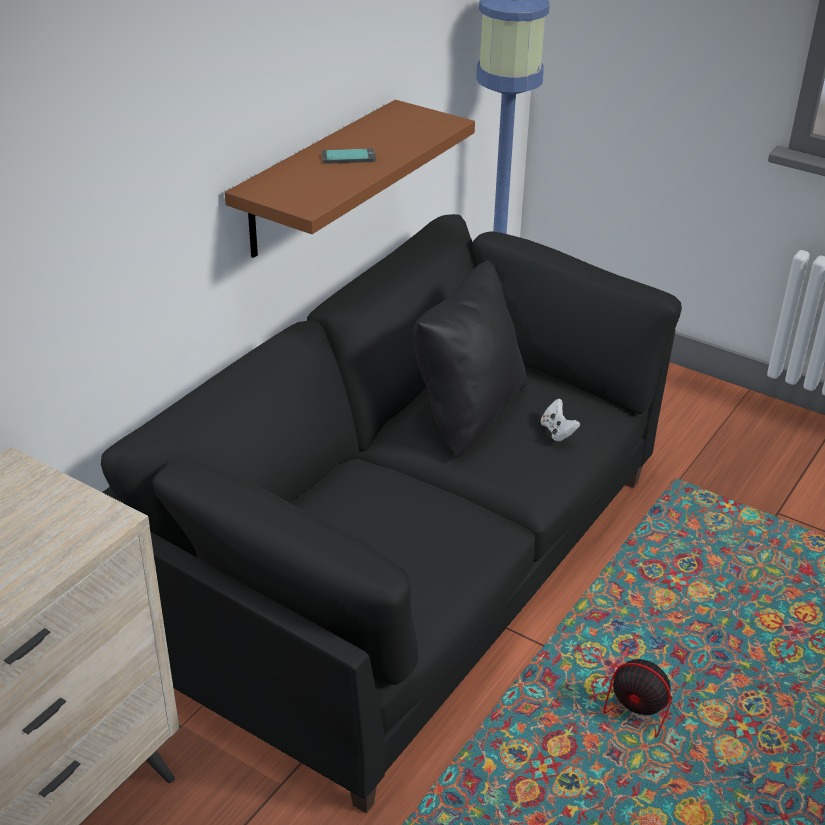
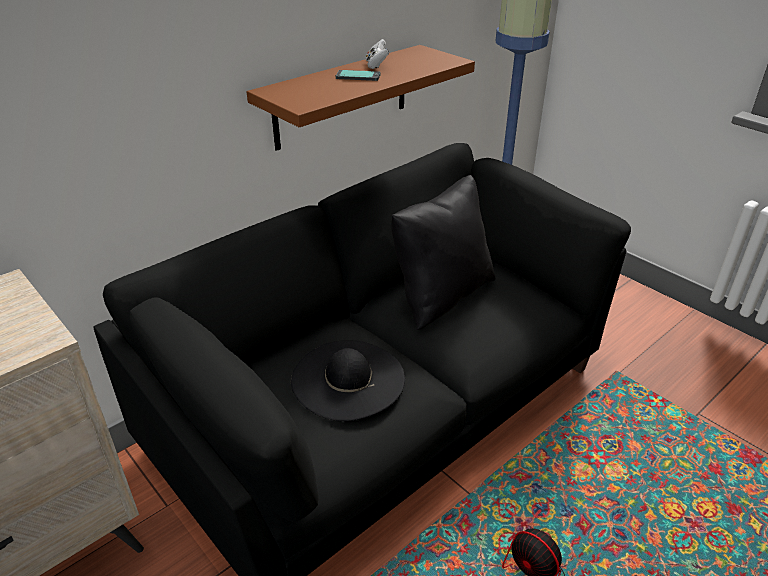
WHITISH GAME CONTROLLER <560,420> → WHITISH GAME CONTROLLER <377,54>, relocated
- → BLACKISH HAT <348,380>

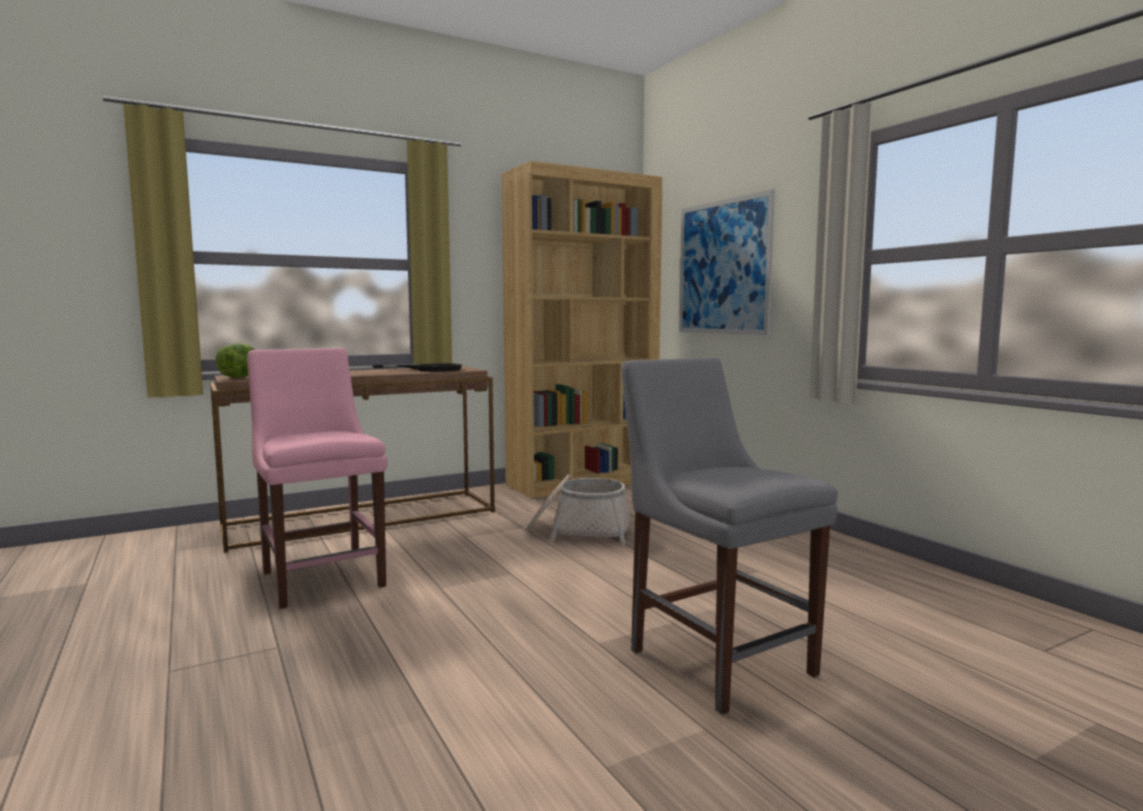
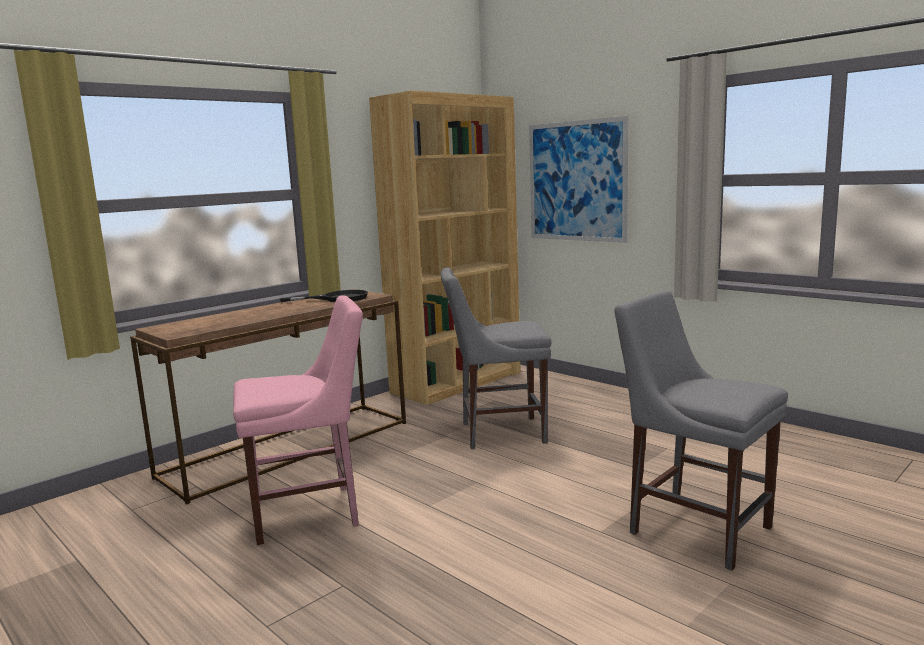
LETTUCE HEAD <235,360> → -
PINK-COLOURED UPRIGHT CHAIR <317,478> → PINK-COLOURED UPRIGHT CHAIR <298,420>, 120 degrees clockwise
BASKET <579,510> → GREY UPRIGHT CHAIR <496,358>

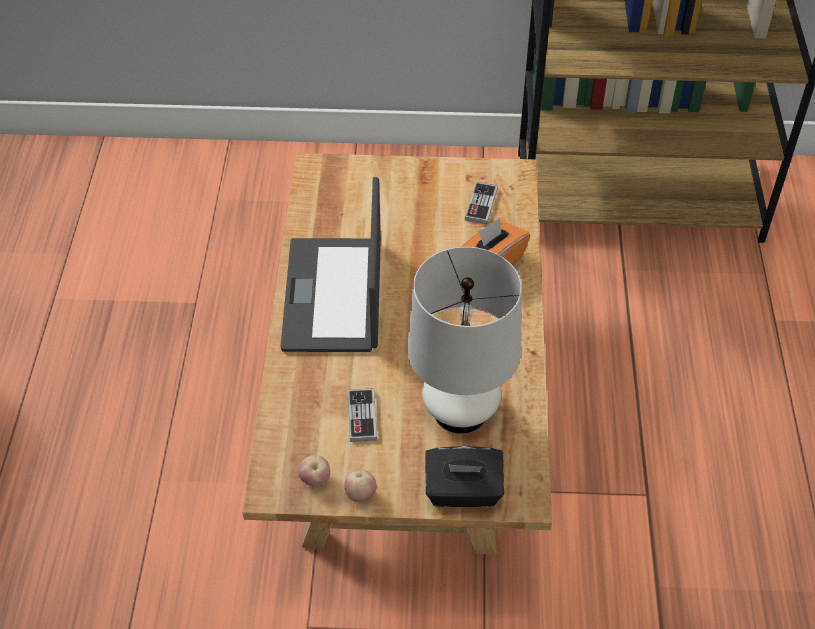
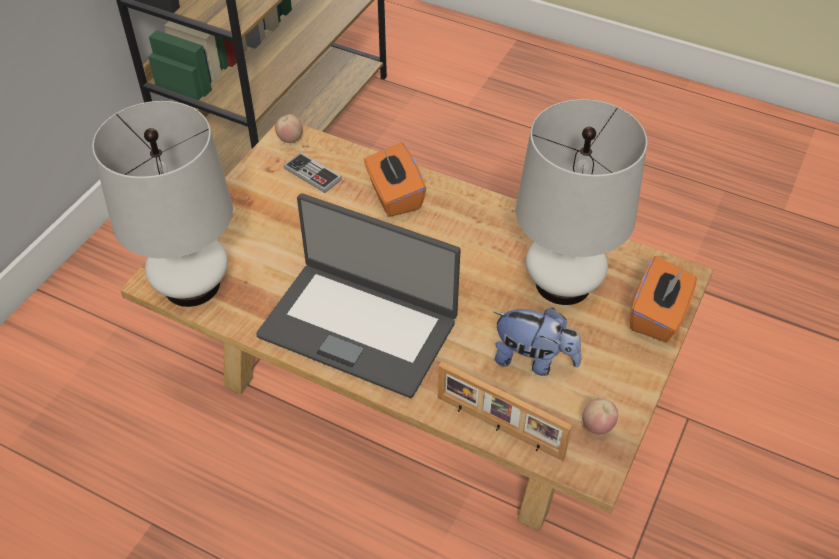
GAME CONTROLLER <362,415> → CUDDLY TOY <538,342>
BLACKISH BOX OF TISSUES <464,476> → ORANGE-COLOURED BOX OF TISSUES <663,299>
WHOLE APPLE <360,485> → WHOLE APPLE <289,128>, relocated
- → WHITISH TABLETOP LAMP <162,204>
- → STANDING FRAME <505,411>

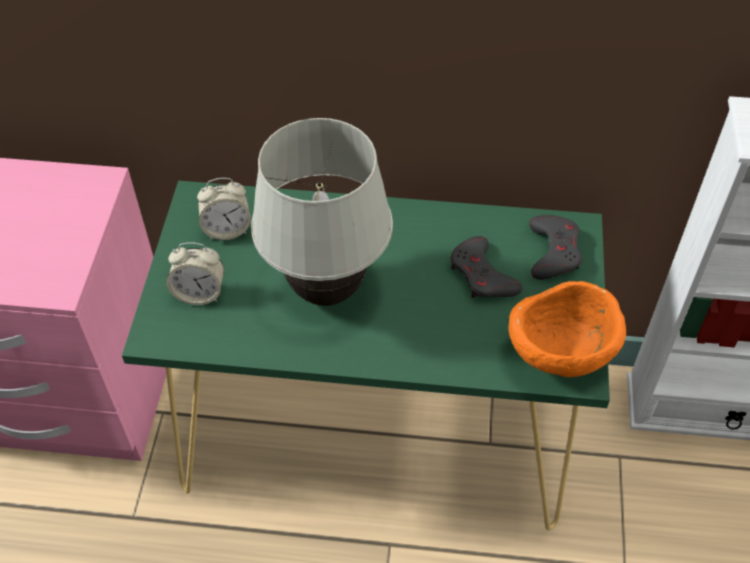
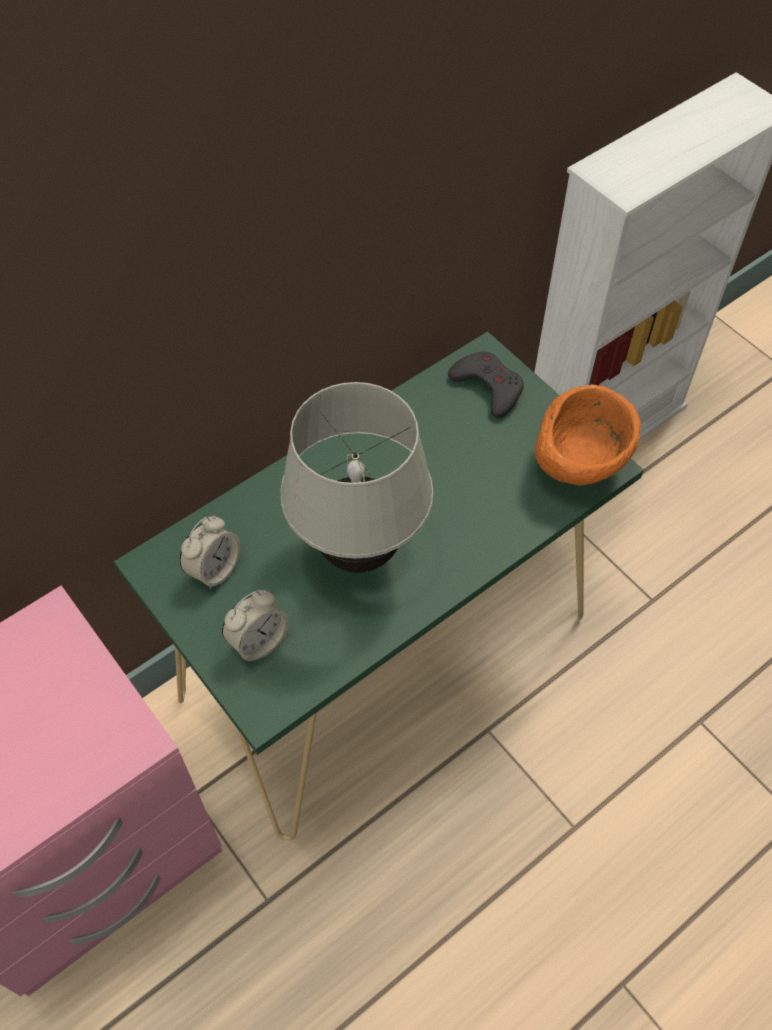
GREY GAME CONTROLLER <486,267> → -

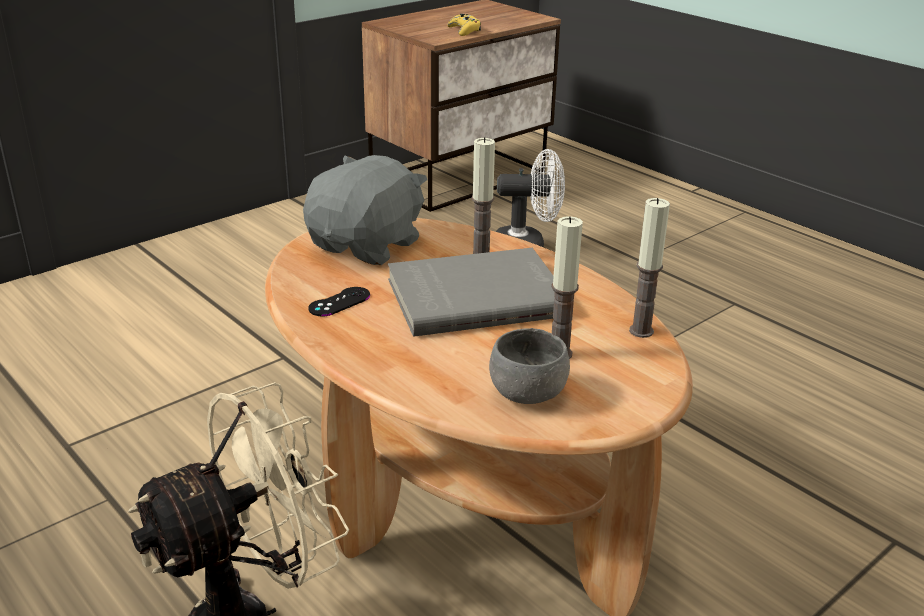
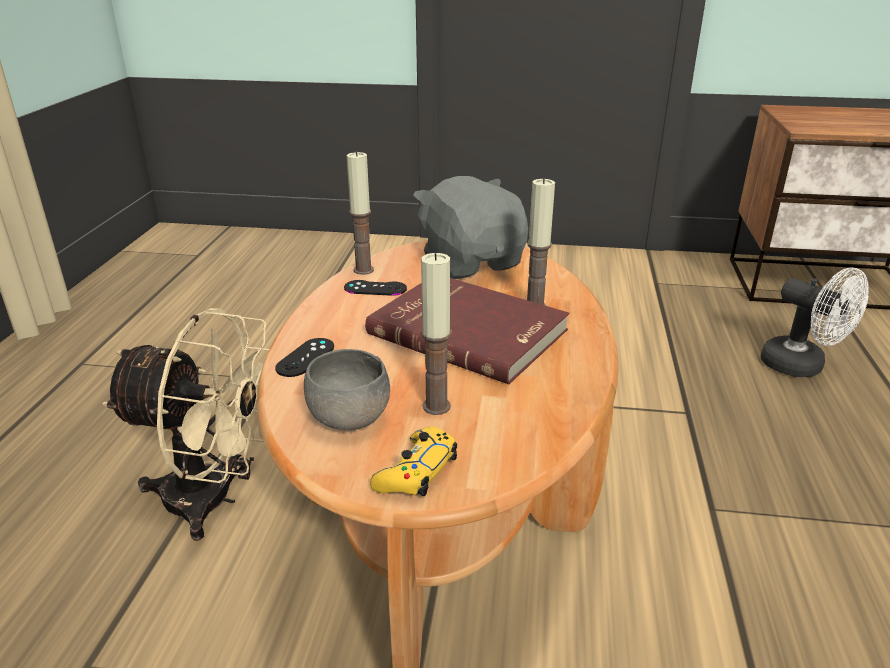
YELLOW GAME CONTROLLER <464,25> → YELLOW GAME CONTROLLER <413,461>, relocated
GREY CUDDLY TOY <365,210> → GREY CUDDLY TOY <470,227>, 105 degrees counterclockwise
CANDLE <649,268> → CANDLE <360,213>, relocated
GREY VOLUME <471,292> → REDDISH VOLUME <467,331>
- → BLACKISH GAME CONTROLLER <304,357>

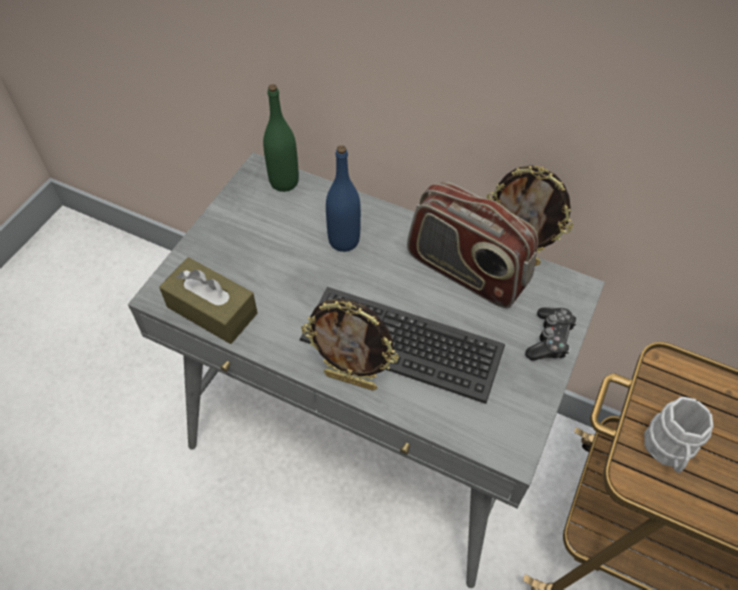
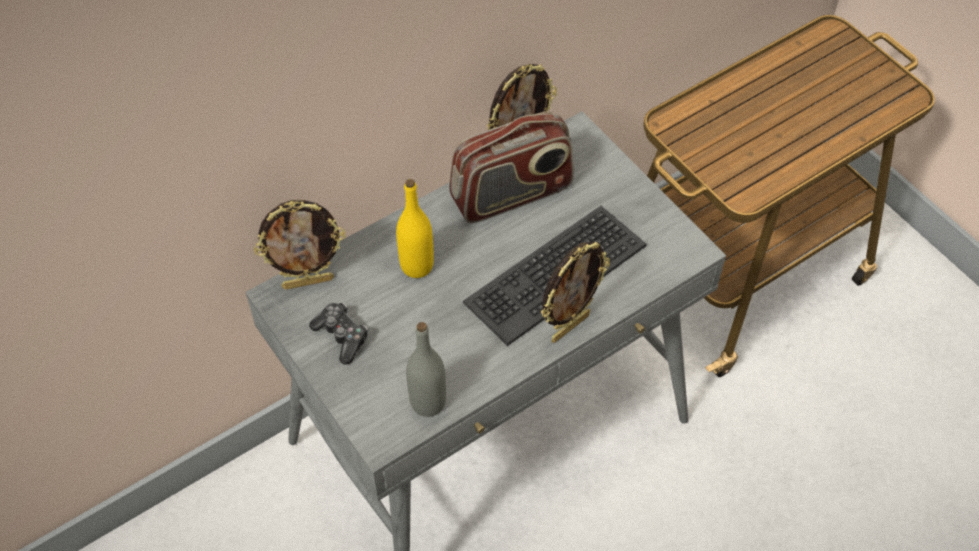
GREENISH DRINK BOTTLE <281,138> → STANDING FRAME <300,245>
BLUISH DRINK BOTTLE <343,199> → YELLOW DRINK BOTTLE <415,228>
BROWN BOX OF TISSUES <208,300> → GREY DRINK BOTTLE <426,369>
GAME CONTROLLER <551,334> → GAME CONTROLLER <338,334>, relocated
WHITISH MUG <678,435> → -

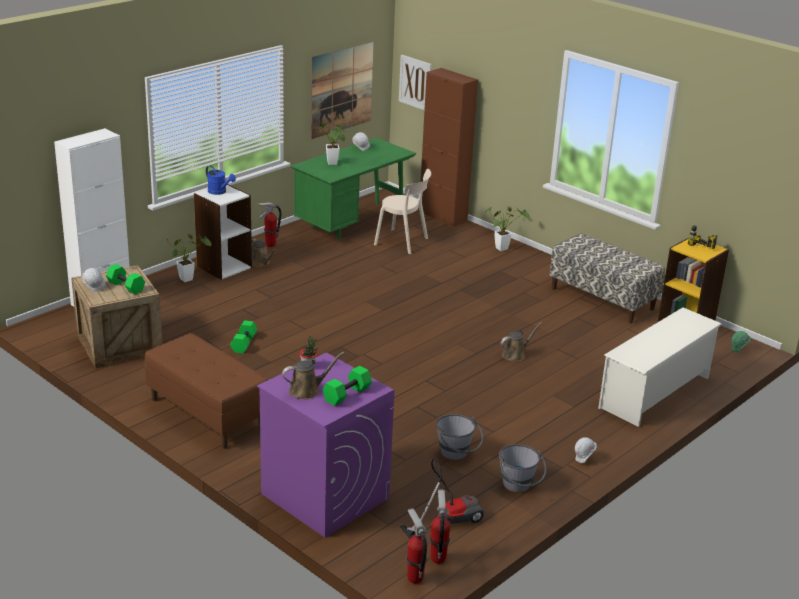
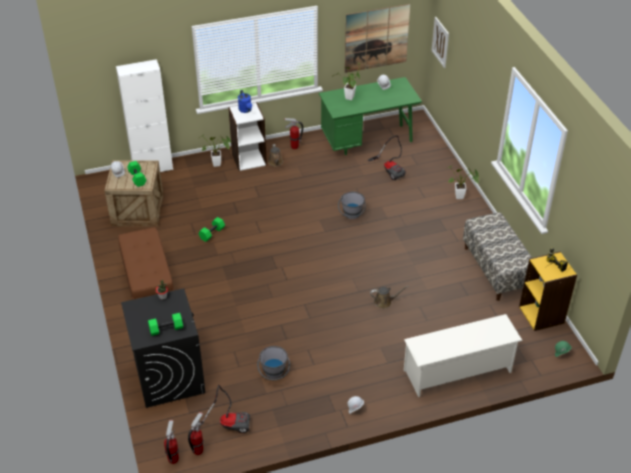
BROWN STORAGE CABINET <448,147> → -
SAND-COLOURED UPRIGHT CHAIR <402,211> → HOOVER <387,158>
BROWN WATERING CAN <313,375> → -
PURPLISH WASHING MACHINE <325,445> → BLACKISH WASHING MACHINE <163,348>
GREY WATER BUCKET <523,468> → GREY WATER BUCKET <352,205>, relocated

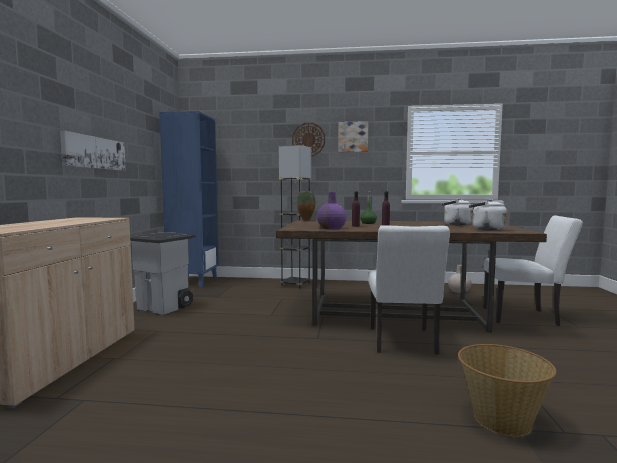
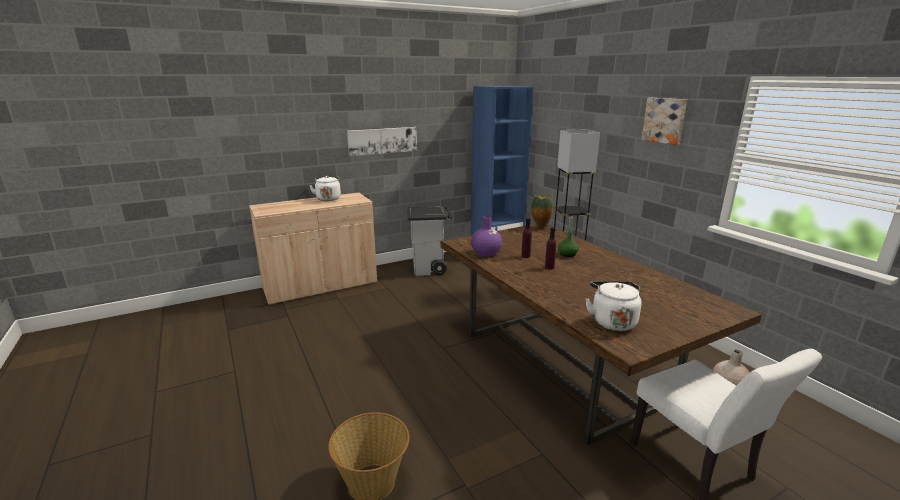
HANGING CLOCK <308,140> → -
WHITISH TEA KETTLE <457,212> → WHITISH TEA KETTLE <325,188>, relocated
WHITISH UPRIGHT CHAIR <409,290> → -

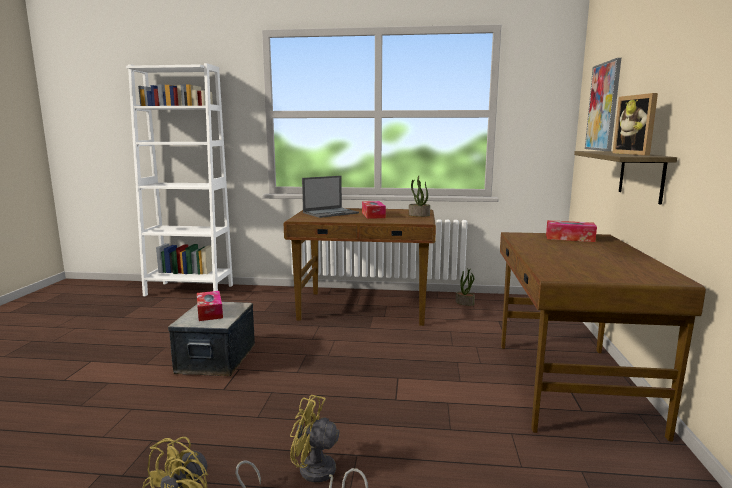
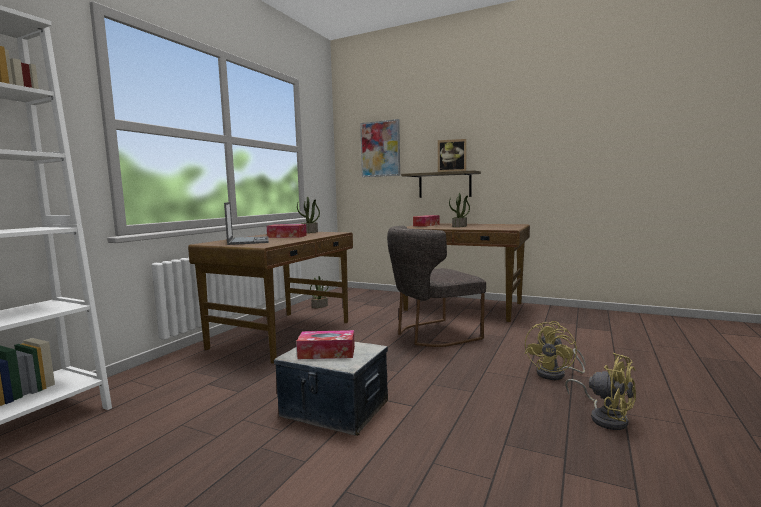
- → HOUSEPLANT <459,210>
- → GREY UPRIGHT CHAIR <436,286>

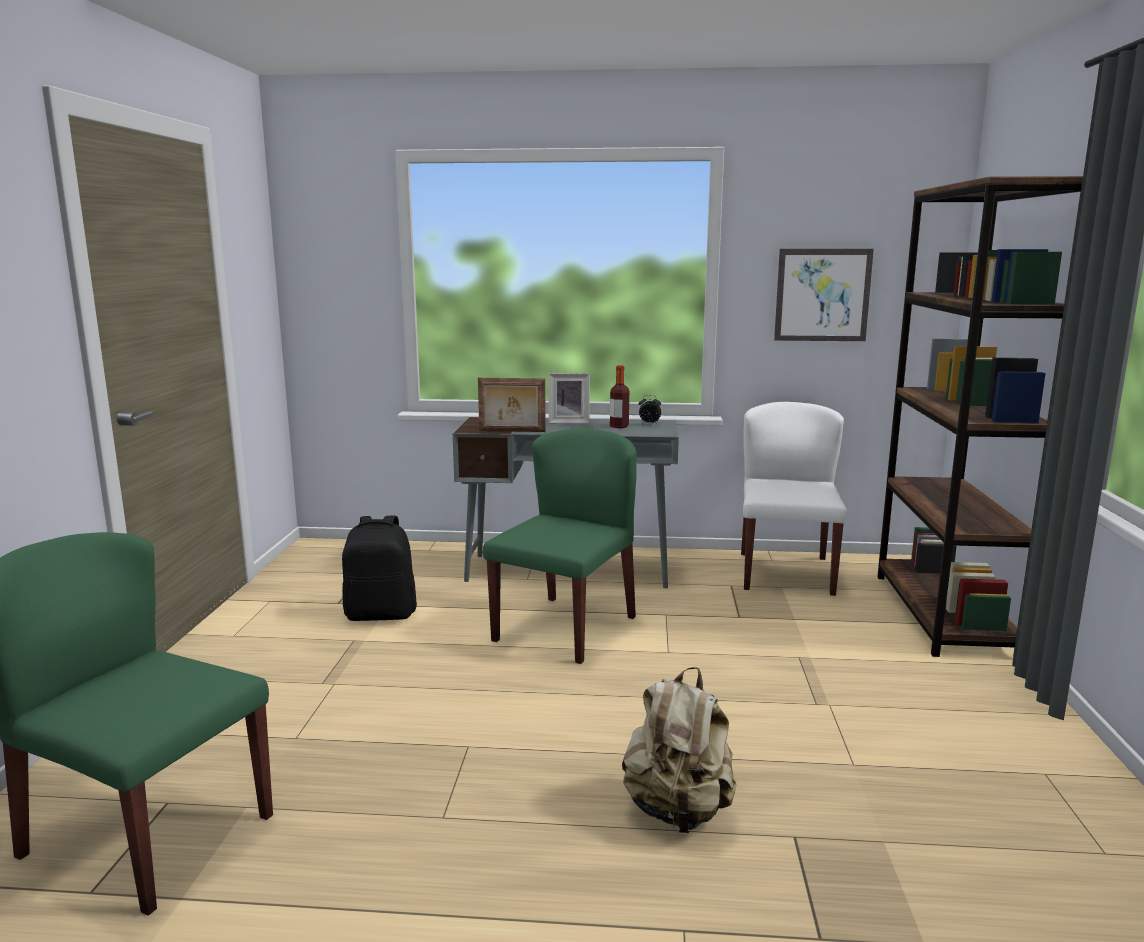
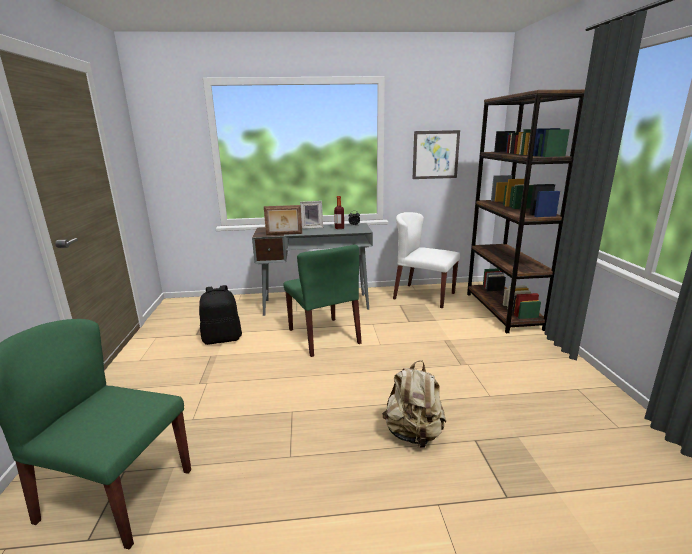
WHITISH UPRIGHT CHAIR <794,499> → WHITISH UPRIGHT CHAIR <426,260>, 60 degrees counterclockwise
GREENISH UPRIGHT CHAIR <560,546> → GREENISH UPRIGHT CHAIR <323,300>, 135 degrees clockwise

